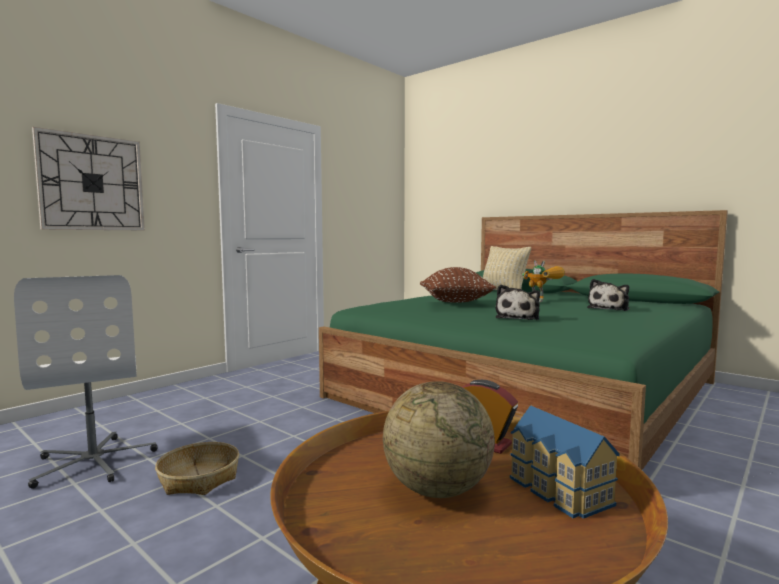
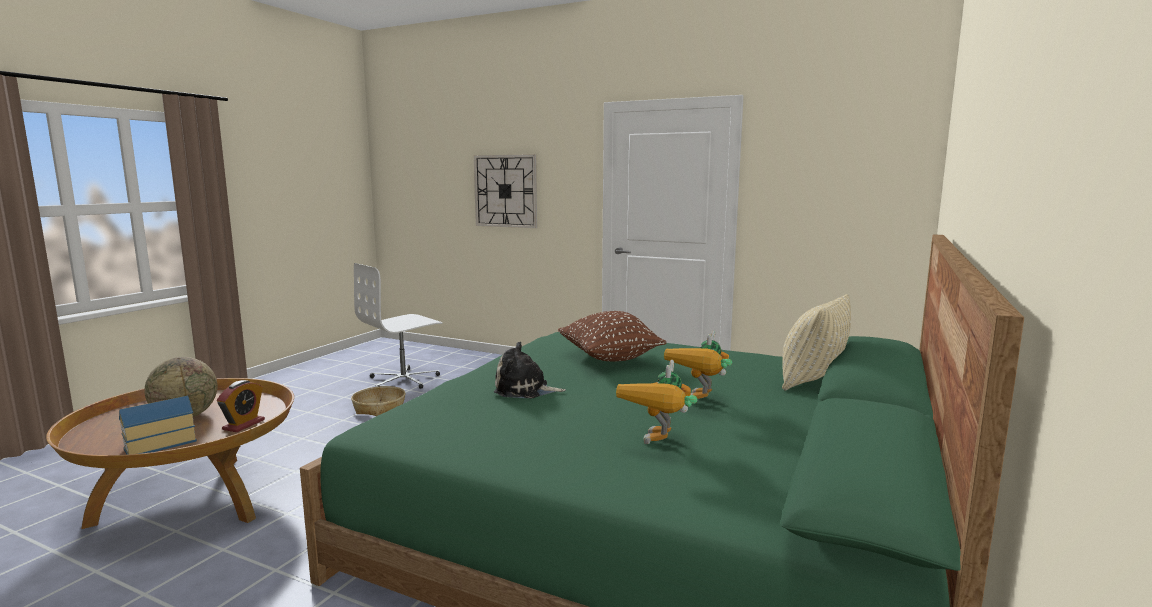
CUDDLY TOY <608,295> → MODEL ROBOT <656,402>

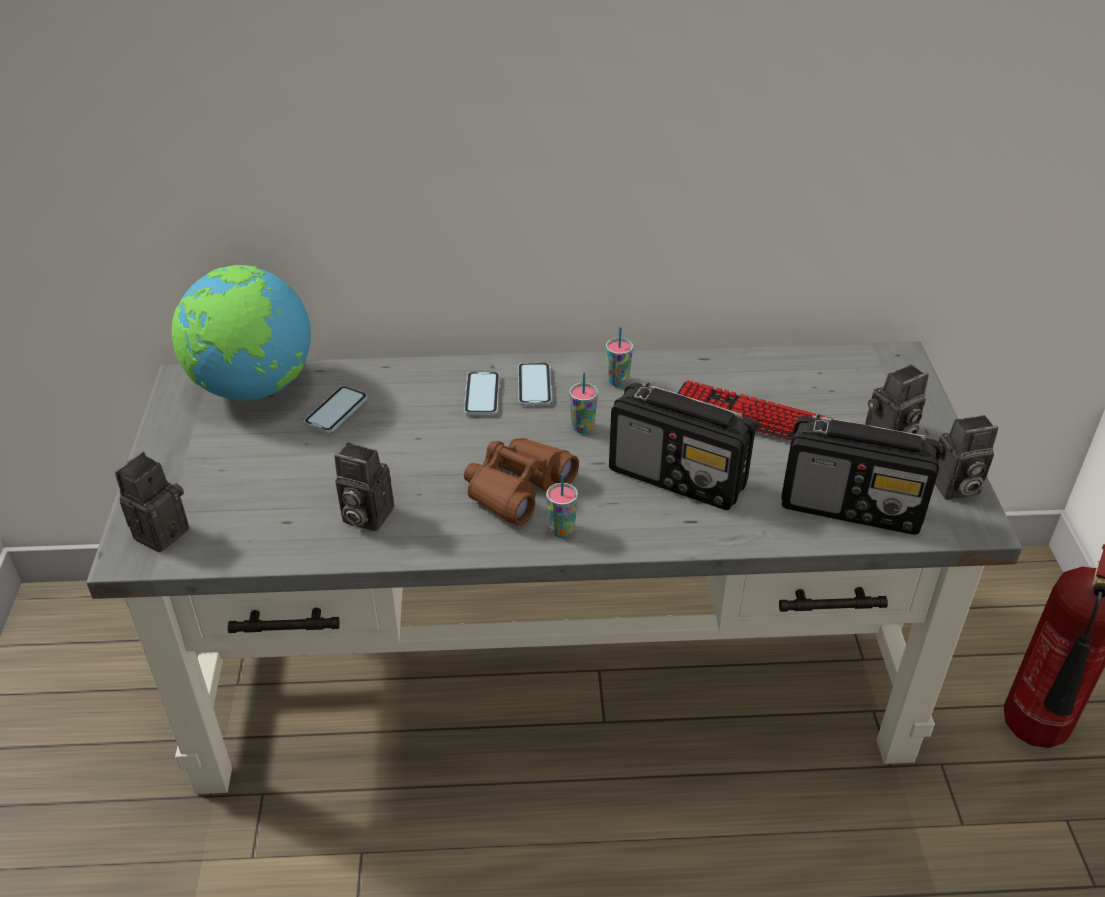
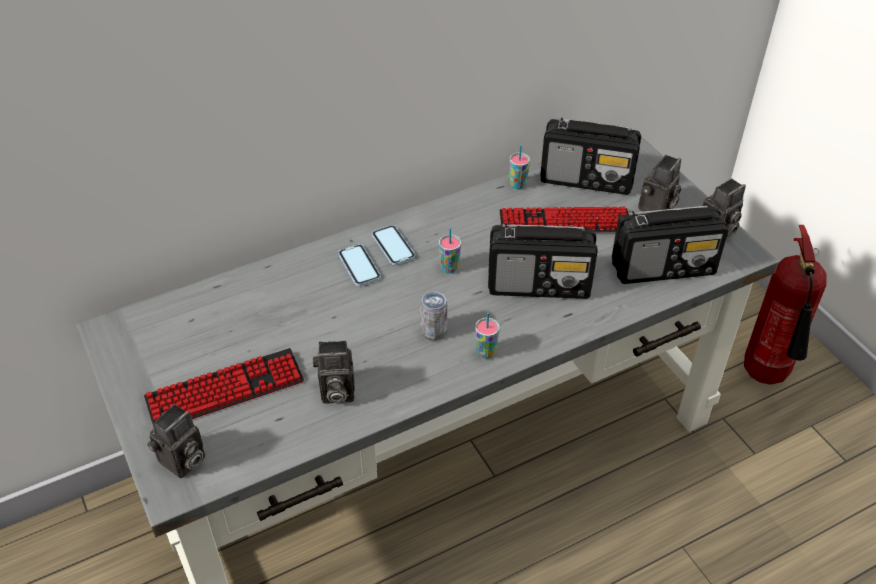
DESK GLOBE <241,333> → -
CUP <619,356> → CUP <519,167>, relocated
HANDSET <336,409> → -
BROWN BINOCULARS <521,482> → SEALED CAN <434,315>
STILL CAMERA <152,502> → STILL CAMERA <176,441>, 150 degrees counterclockwise
- → RADIO SET <590,156>
- → KEYBOARD <224,388>

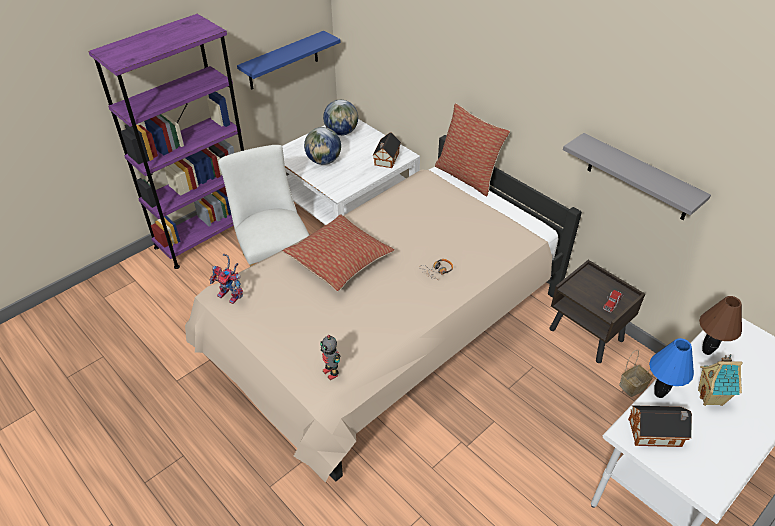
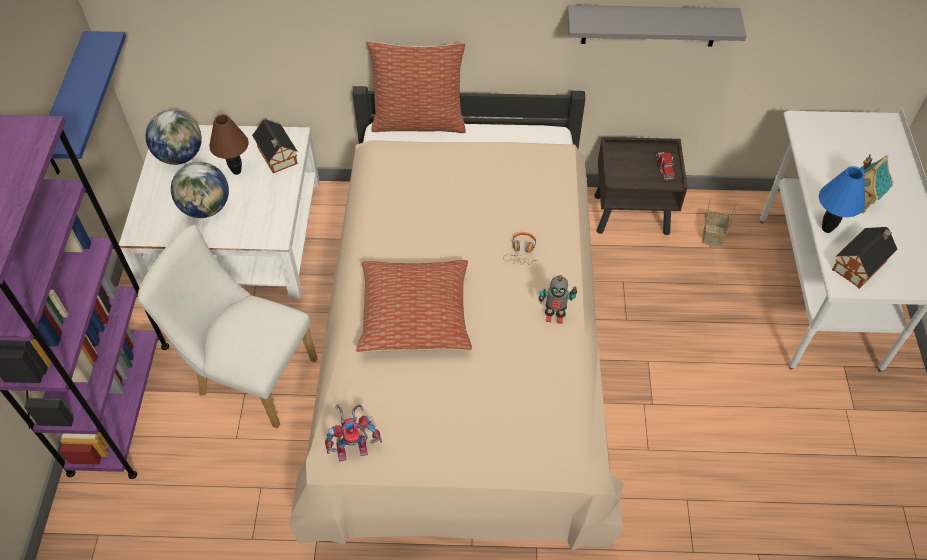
BROWN TABLETOP LAMP <720,325> → BROWN TABLETOP LAMP <229,144>, relocated
MODEL ROBOT <330,358> → MODEL ROBOT <558,299>, relocated

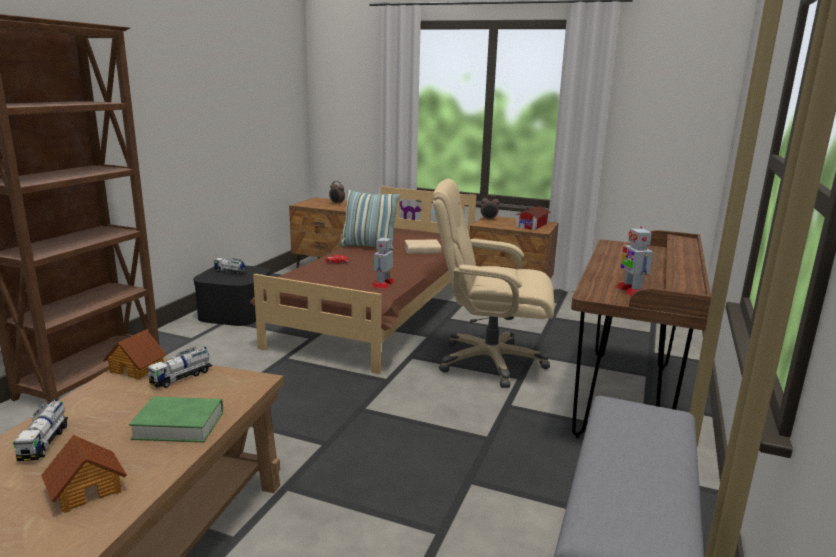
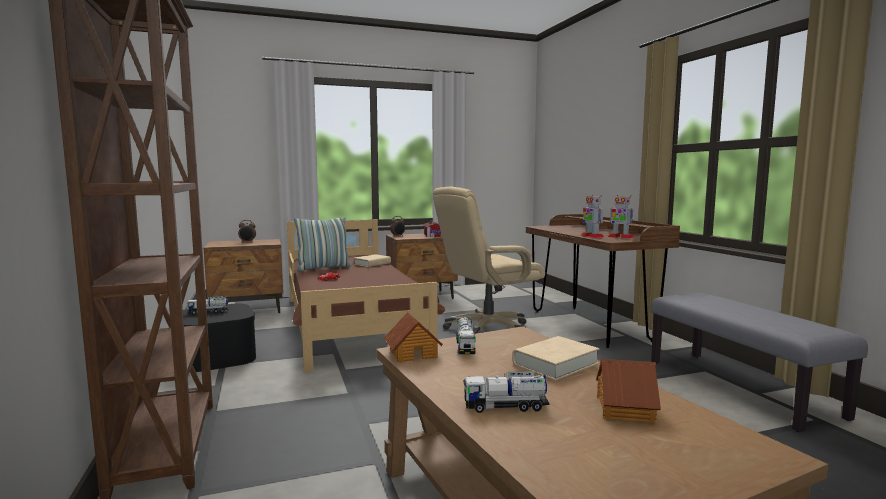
MODEL ROBOT <383,263> → MODEL ROBOT <592,216>, relocated
GREENISH VOLUME <176,419> → SAND-COLOURED VOLUME <555,358>
MODEL TRUCK <40,430> → MODEL TRUCK <506,392>, 135 degrees clockwise

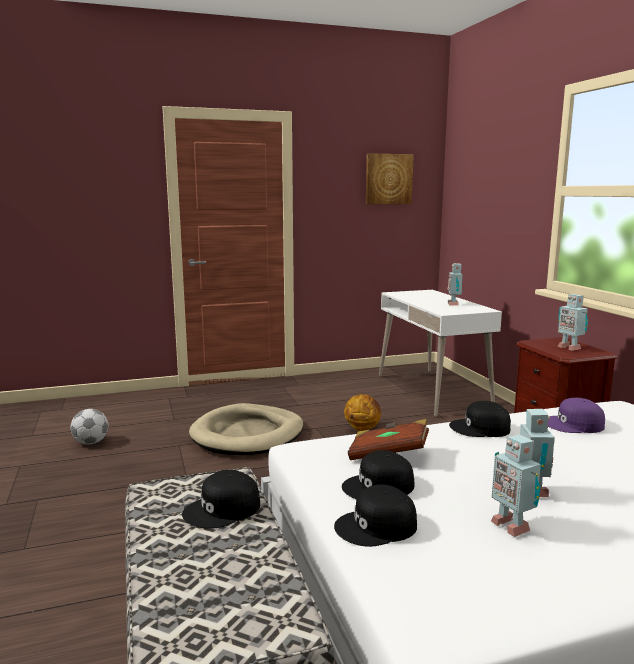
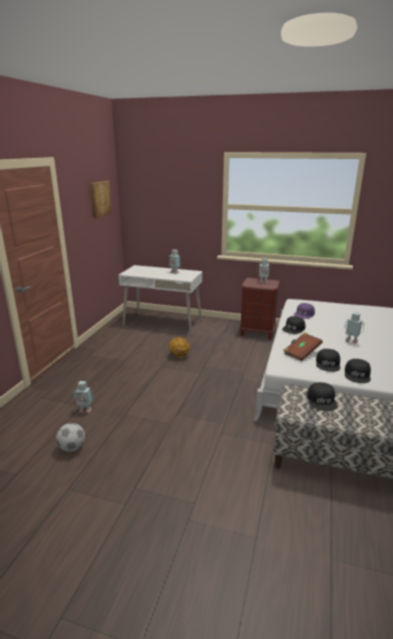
SAND-COLOURED PET BED <246,429> → -
MODEL ROBOT <516,485> → MODEL ROBOT <83,397>, relocated

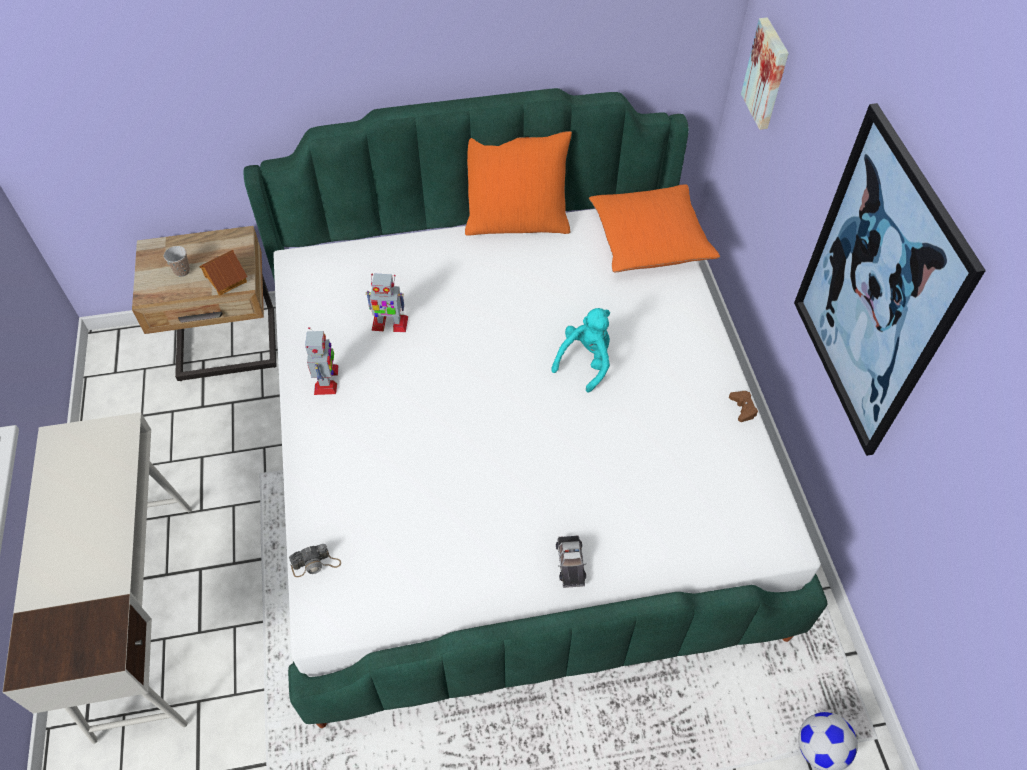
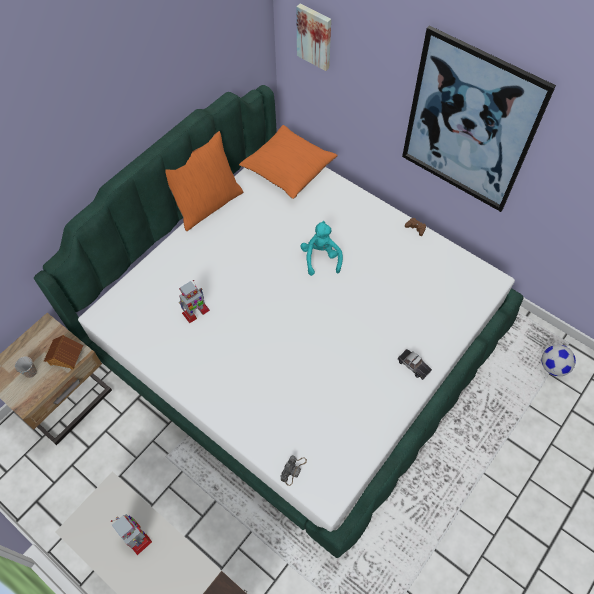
MODEL ROBOT <321,361> → MODEL ROBOT <131,534>, relocated

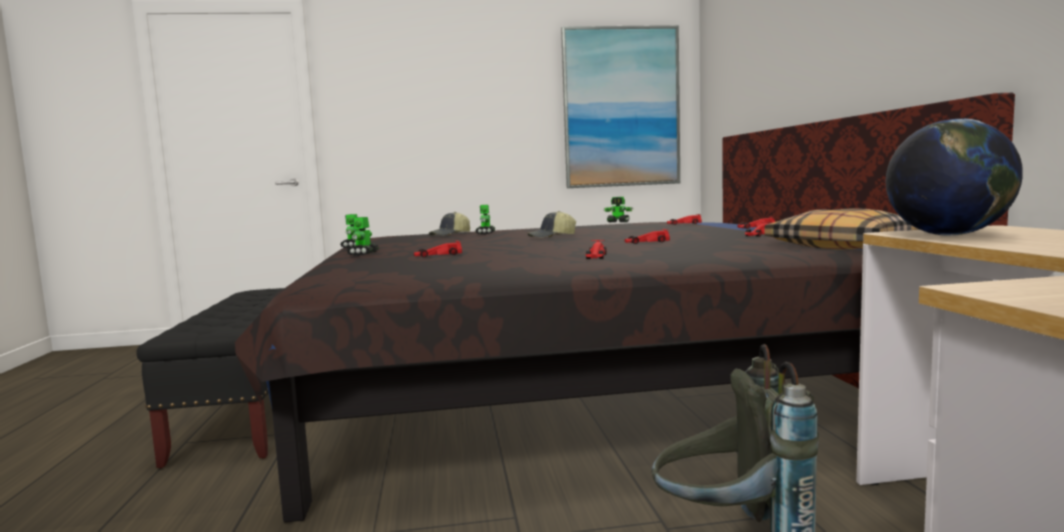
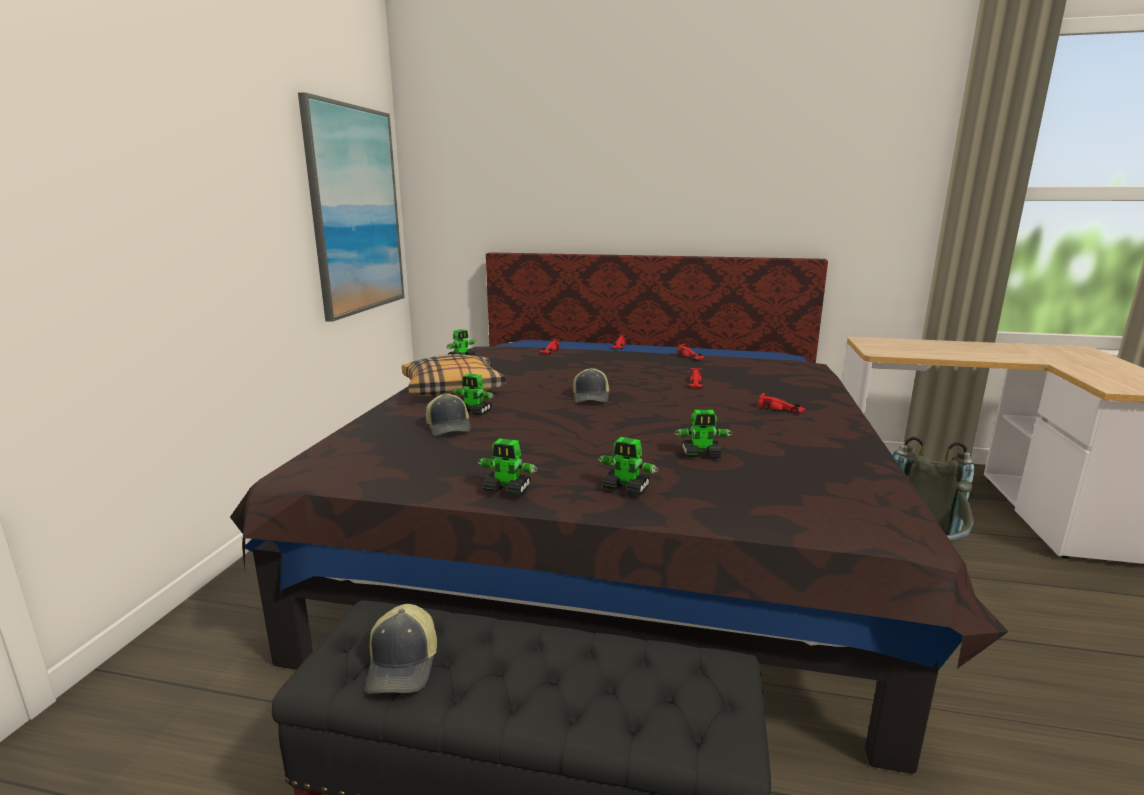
DESK GLOBE <954,177> → -
THROW PILLOW <842,229> → THROW PILLOW <454,375>, relocated
REDDISH MINIATURE CAR <438,249> → MODEL ROBOT <703,434>
- → PEAKED CAP <401,649>

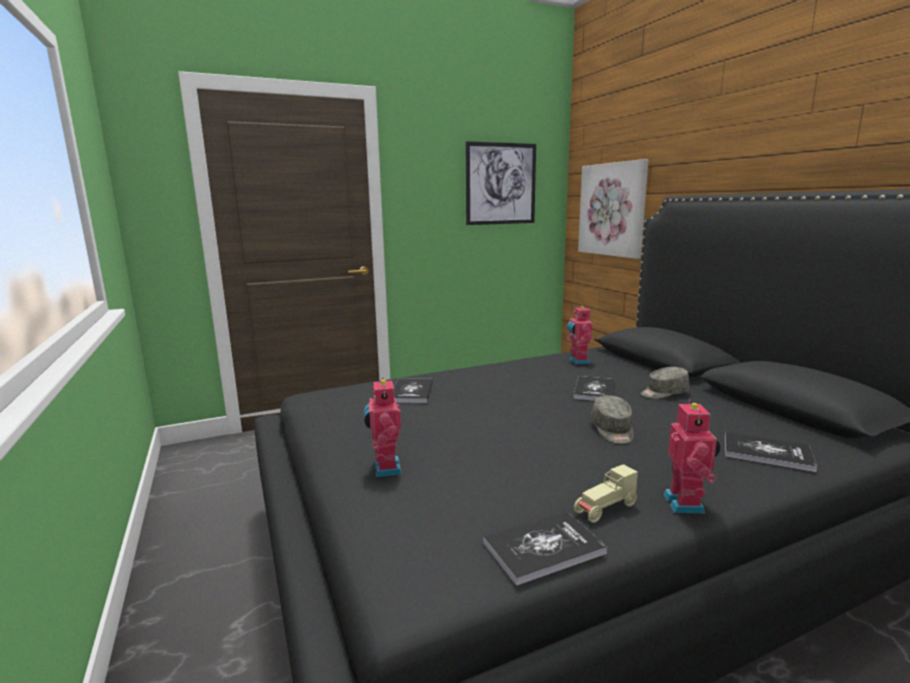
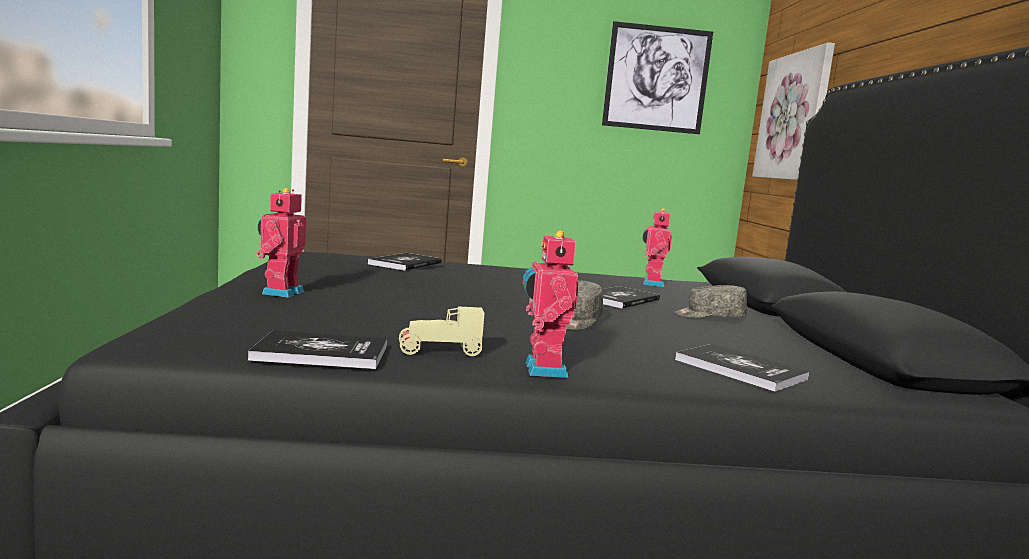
MODEL ROBOT <692,457> → MODEL ROBOT <551,304>, 150 degrees clockwise

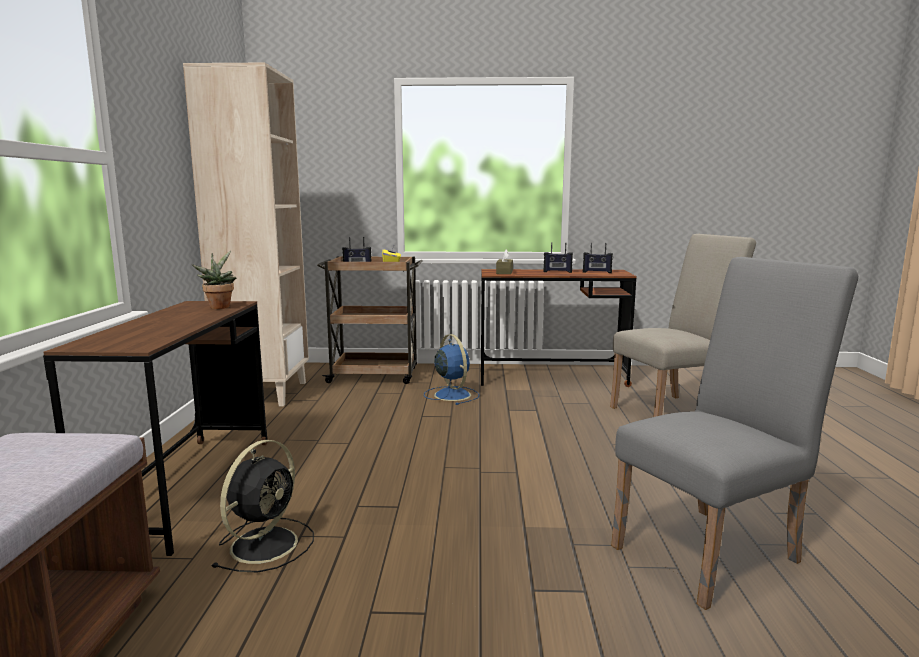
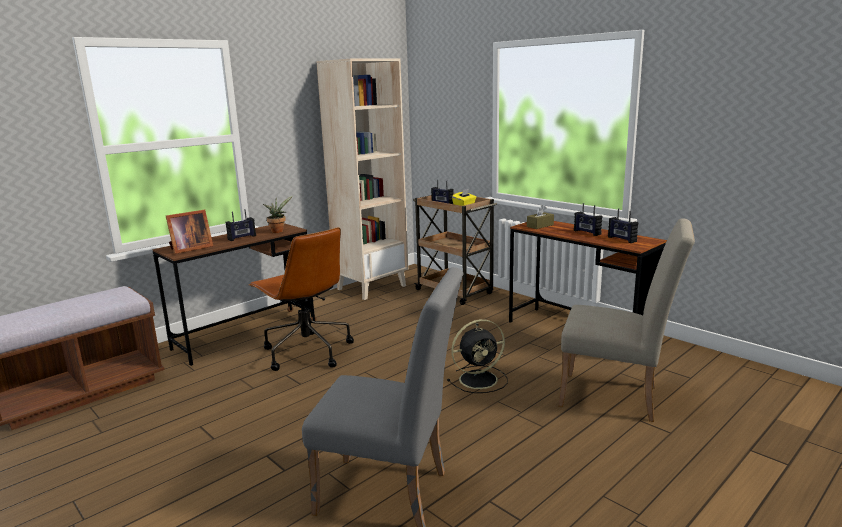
BLUISH ELECTRIC FAN <452,369> → -
BLACKISH ELECTRIC FAN <262,506> → BLACKISH ELECTRIC FAN <477,356>, relocated
- → RADIO SET <240,225>
- → STANDING FRAME <189,232>
- → BROWN COMPUTER CHAIR <301,299>

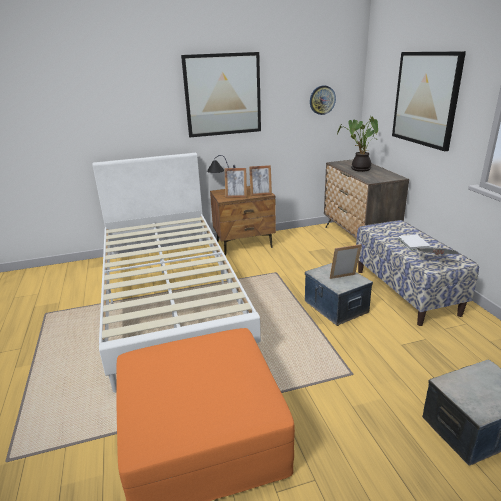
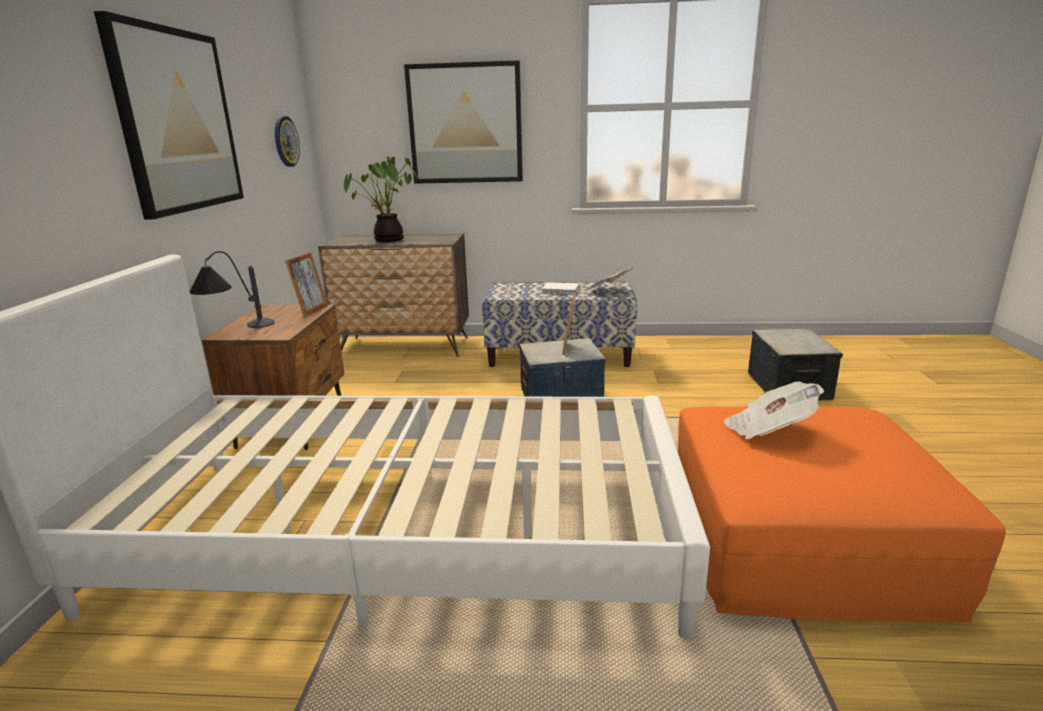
STANDING FRAME <235,183> → -
- → NEWSPAPER <774,410>

